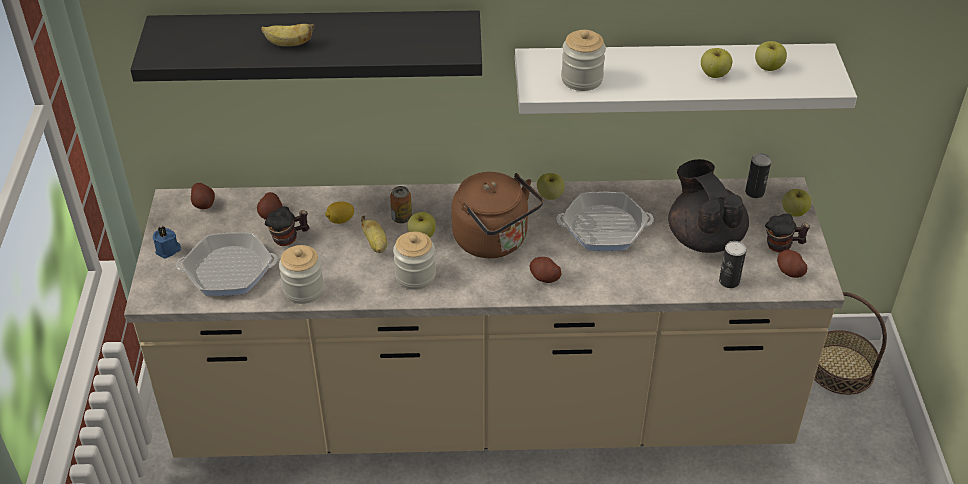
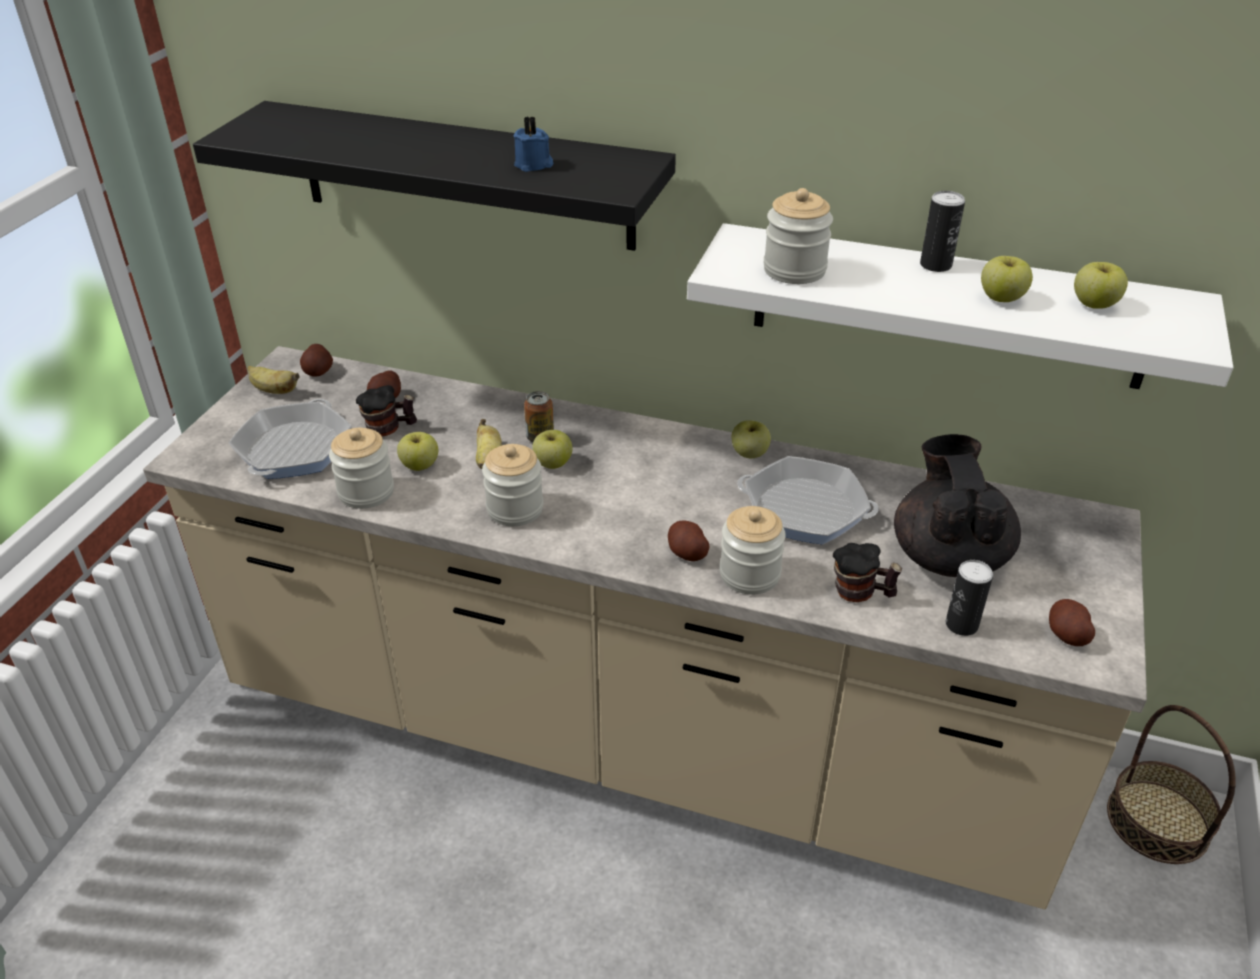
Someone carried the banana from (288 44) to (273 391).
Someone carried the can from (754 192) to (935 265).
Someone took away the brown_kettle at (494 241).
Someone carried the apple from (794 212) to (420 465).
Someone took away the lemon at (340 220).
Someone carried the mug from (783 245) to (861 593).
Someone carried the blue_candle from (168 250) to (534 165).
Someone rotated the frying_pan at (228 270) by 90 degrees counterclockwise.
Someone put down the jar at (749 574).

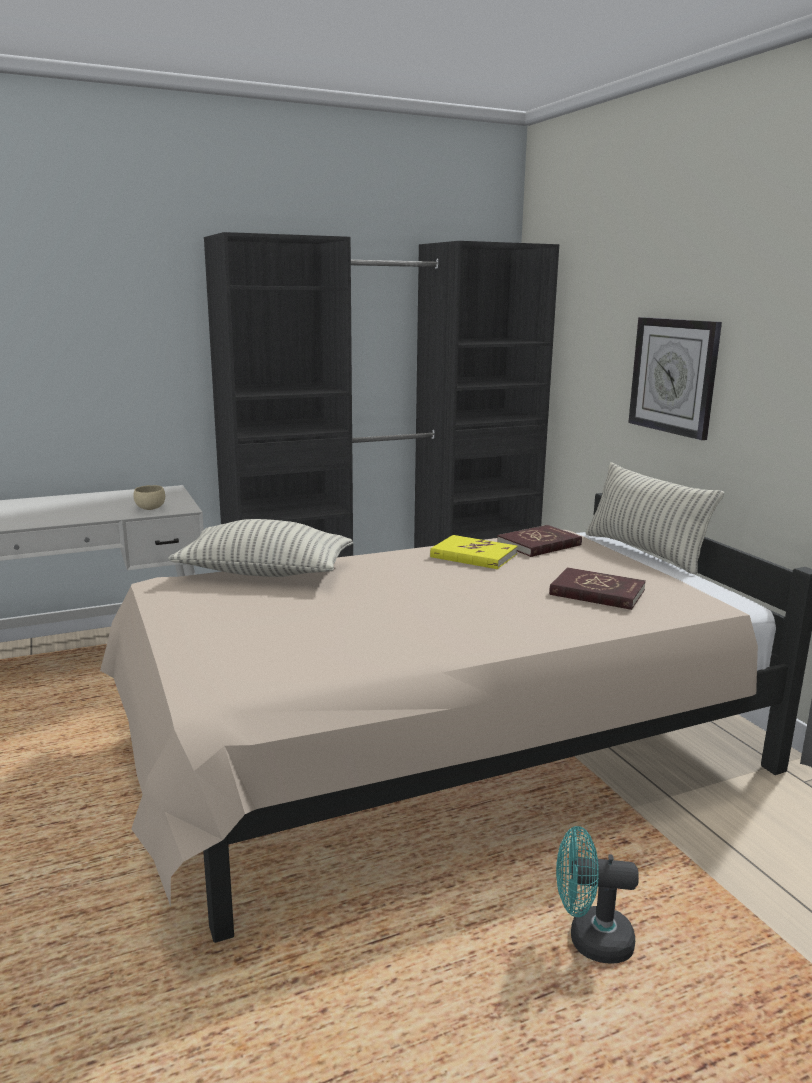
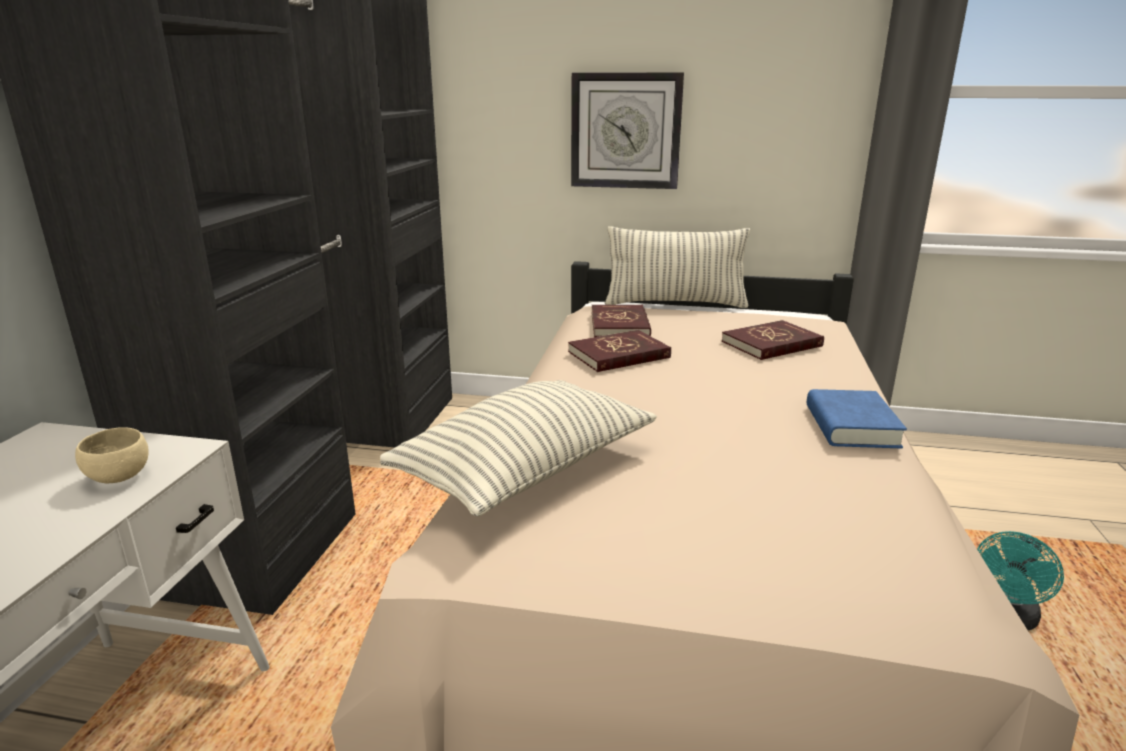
Someone repainted the yellow_book at (473 556), which became the red_book at (619 355).
Someone put down the blue_book at (851 426).

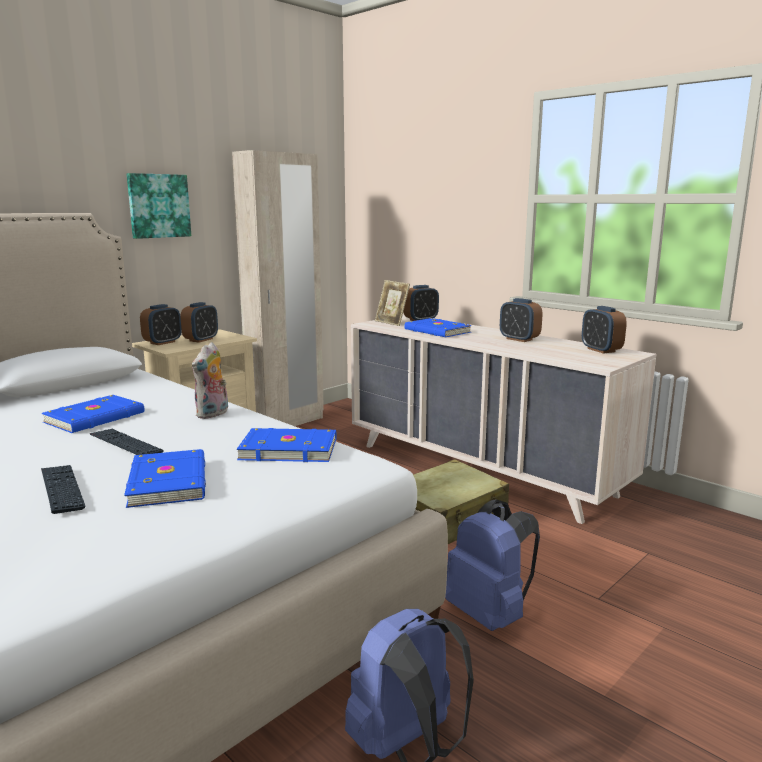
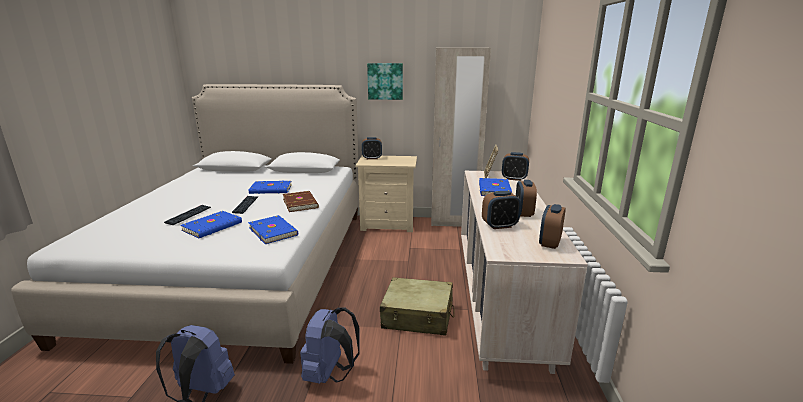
Someone carried the alarm_clock from (201 340) to (499 226).
Someone swapped the plush_toy at (213 414) for the brown_book at (301 203).

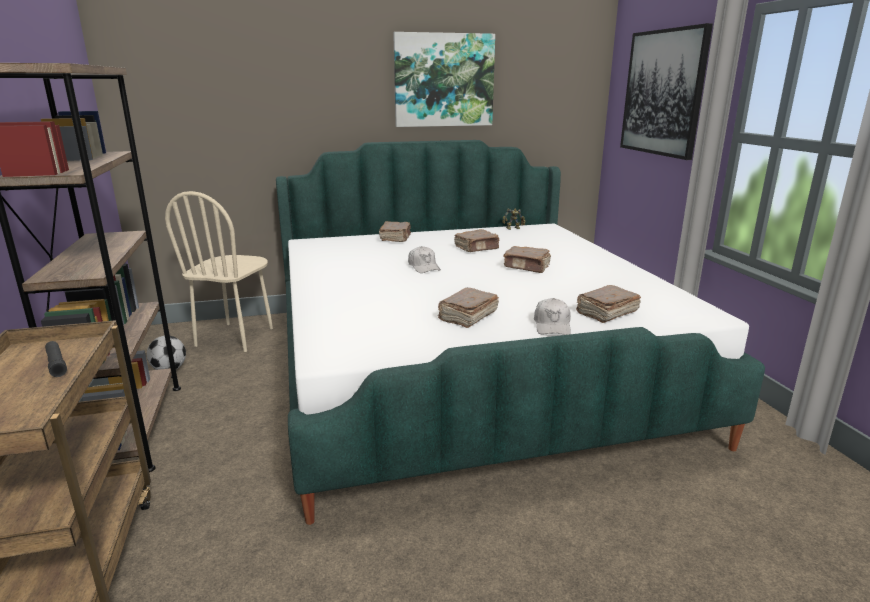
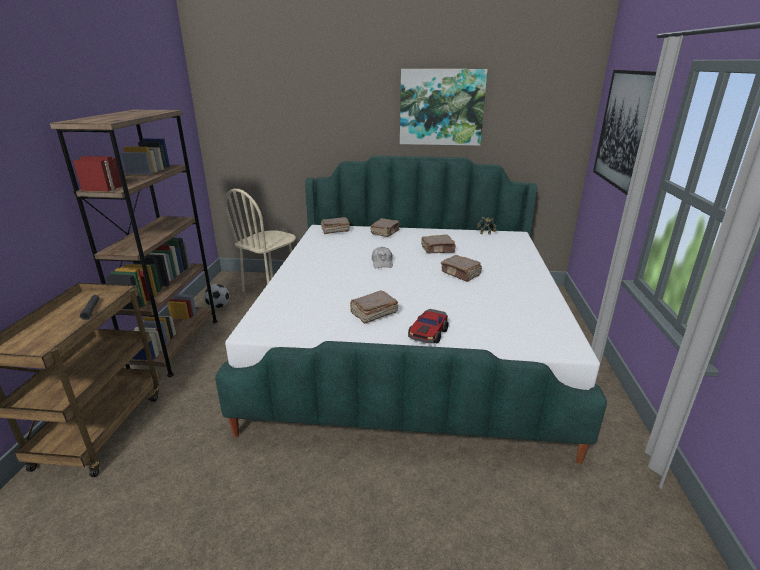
Someone carried the brown_book from (606 313) to (335 231).
Someone swapped the white_cap at (552 325) for the toy_car at (428 333).

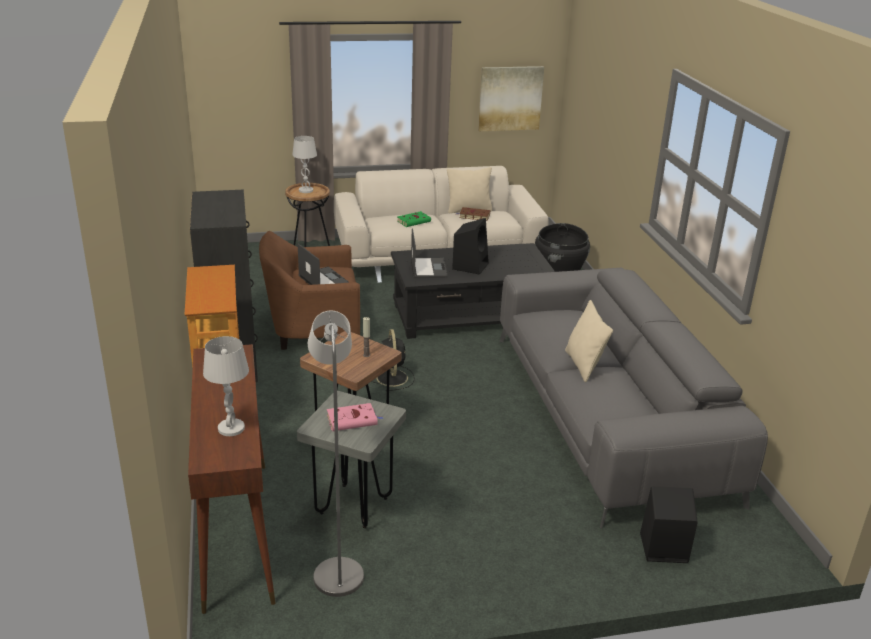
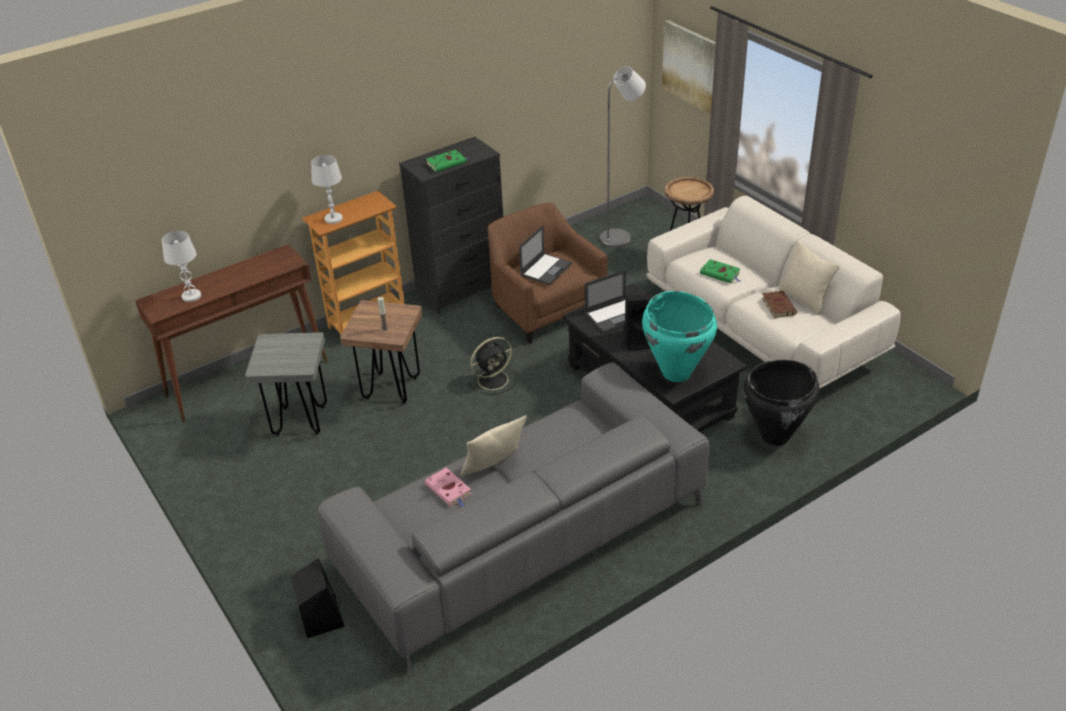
Someone carried the picture from (510 98) to (690 65).
Someone carried the white_table_lamp from (306 190) to (333 219).
Someone carried the grey_floor_lamp from (337 570) to (620 237).
Someone carried the pink_book from (353 420) to (449 490).
Someone put down the green_book at (447 163).
Someone put down the turquoise_vase at (676 373).

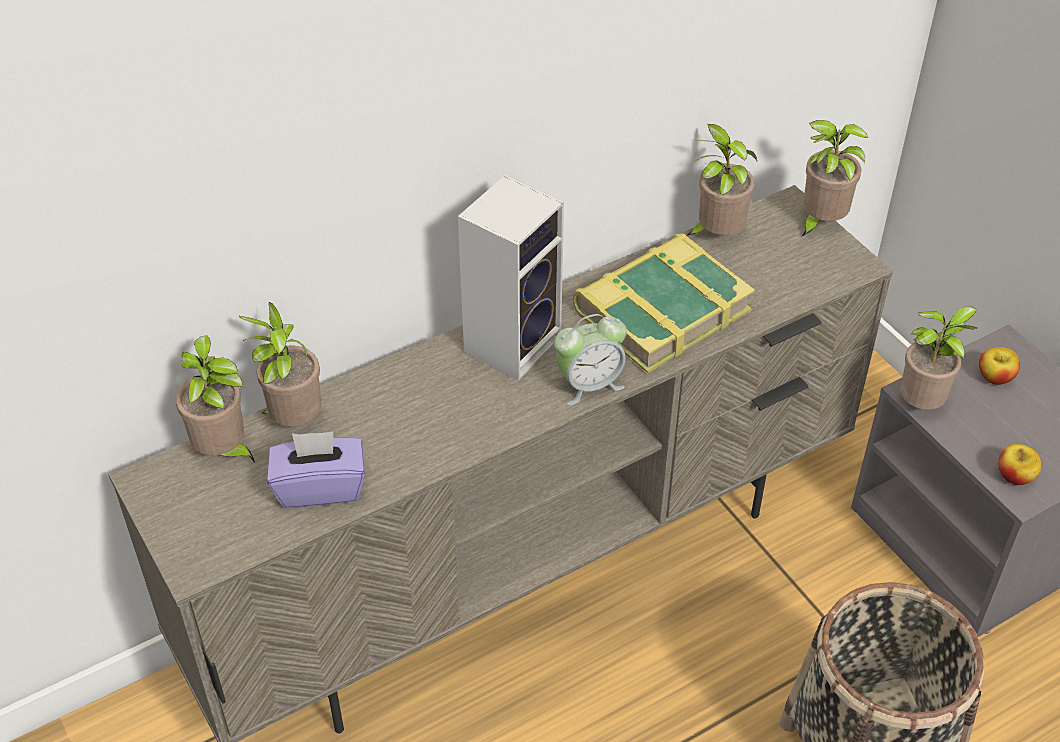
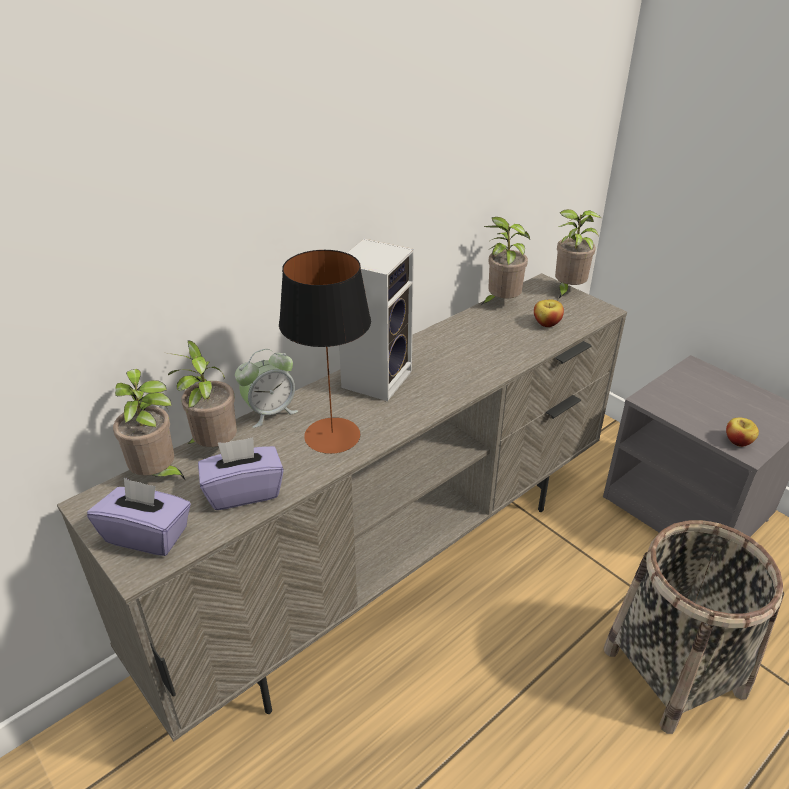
Someone took away the book at (660 310).
Someone took away the potted_plant at (923 405).
Someone carried the alarm_clock from (589 384) to (270 412).
Someone carried the apple from (995 377) to (547 323).
Someone put down the table_lamp at (332 436).
Someone put down the purple_tissue_box at (148 535).

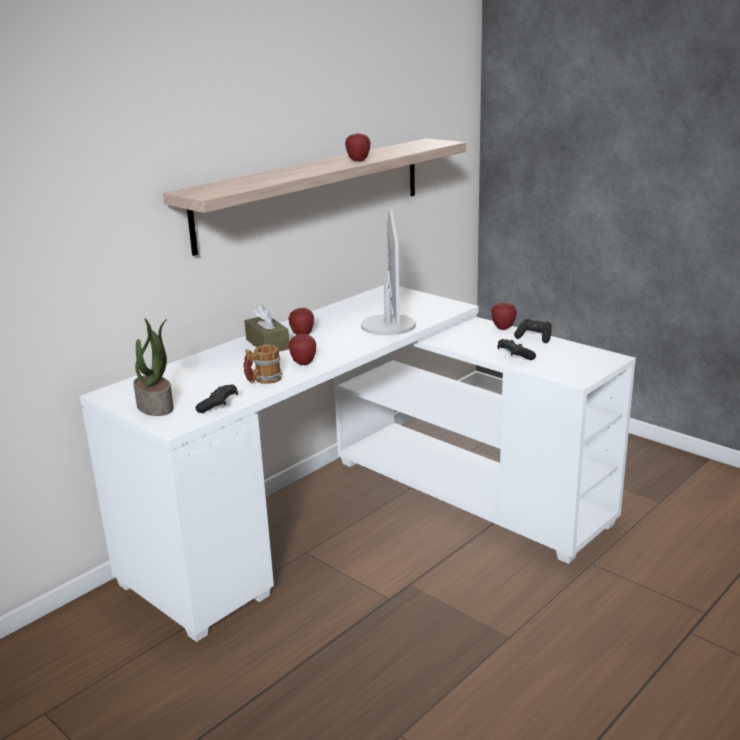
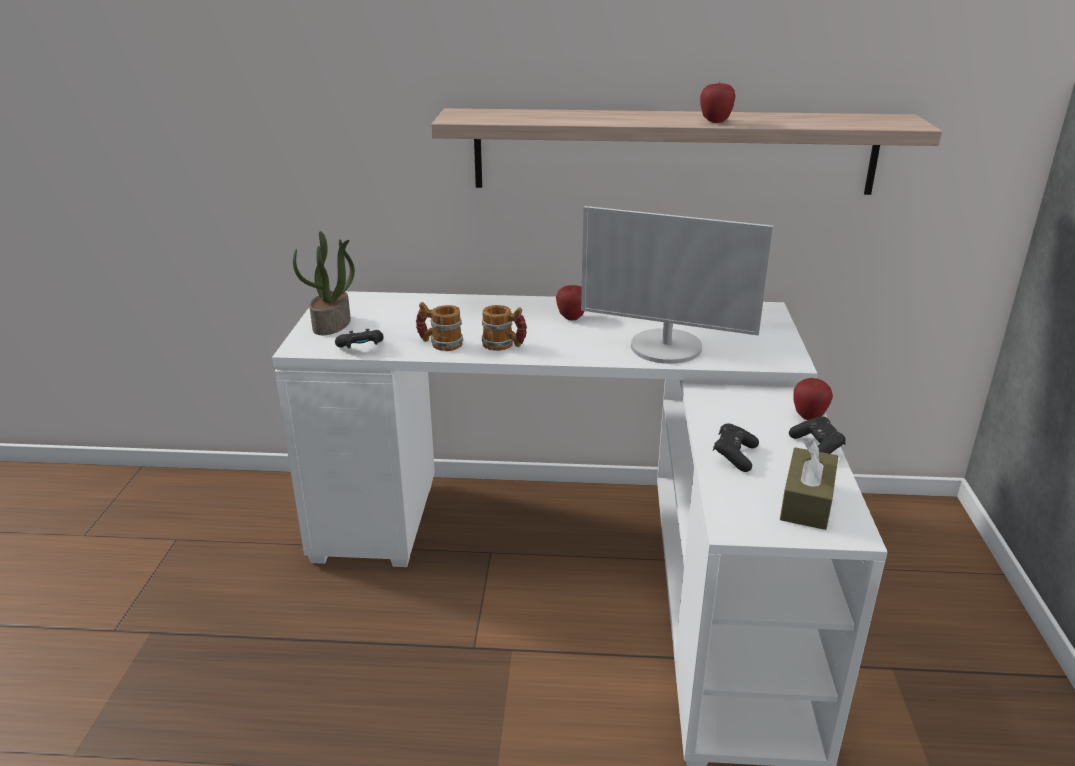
Someone rotated the monitor at (389 325) by 60 degrees clockwise.
Someone carried the brown_tissue_box from (267 344) to (807 502).
Someone swapped the apple at (303 363) for the mug at (504 345).

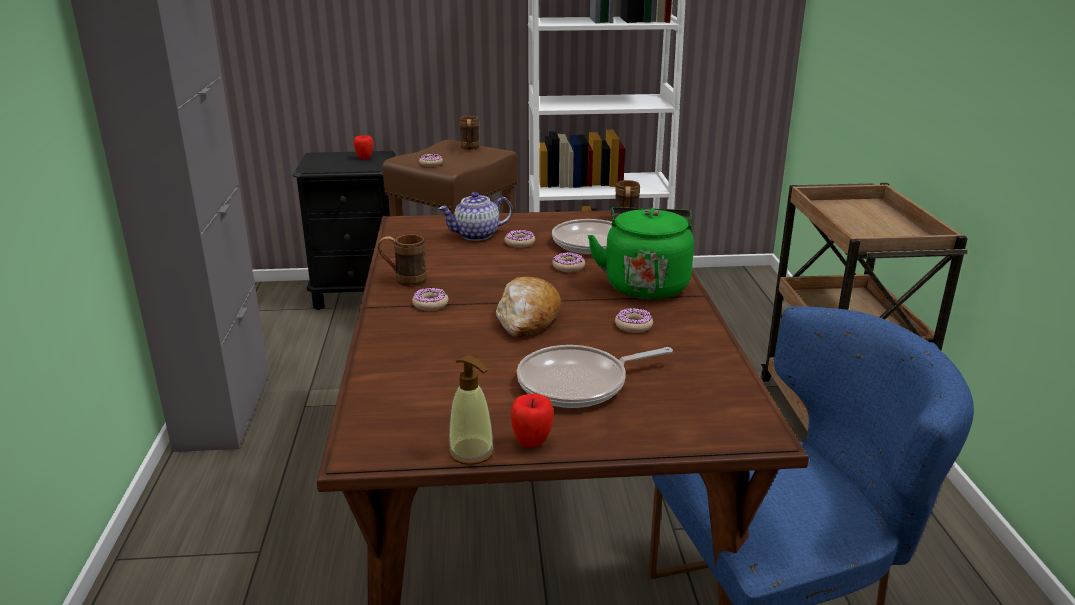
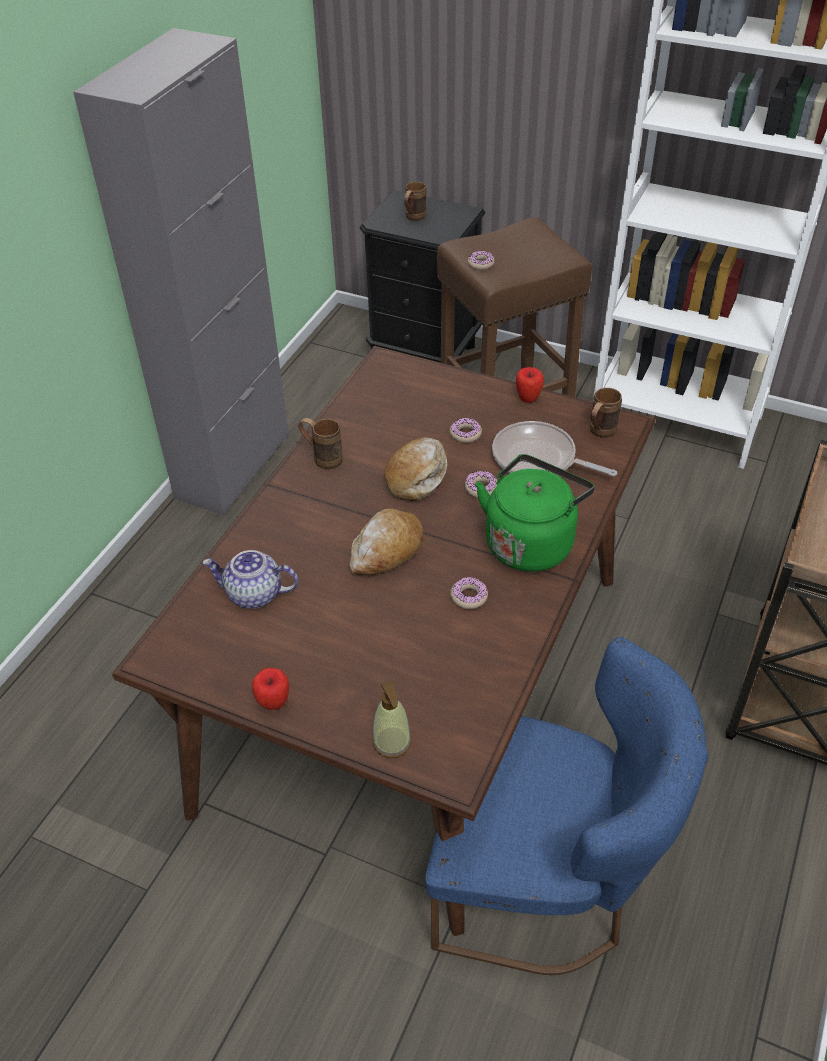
Someone carried the brown_mug from (469 148) to (413 218).
Someone carried the apple from (365 158) to (528 398).
Someone carried the teapot from (476 235) to (253 594).
Someone took away the donut at (430 304).
Someone took away the frying_pan at (578 383).
Someone carried the soap_dispenser from (471 452) to (392 742).
Someone put down the bread at (417 476).

